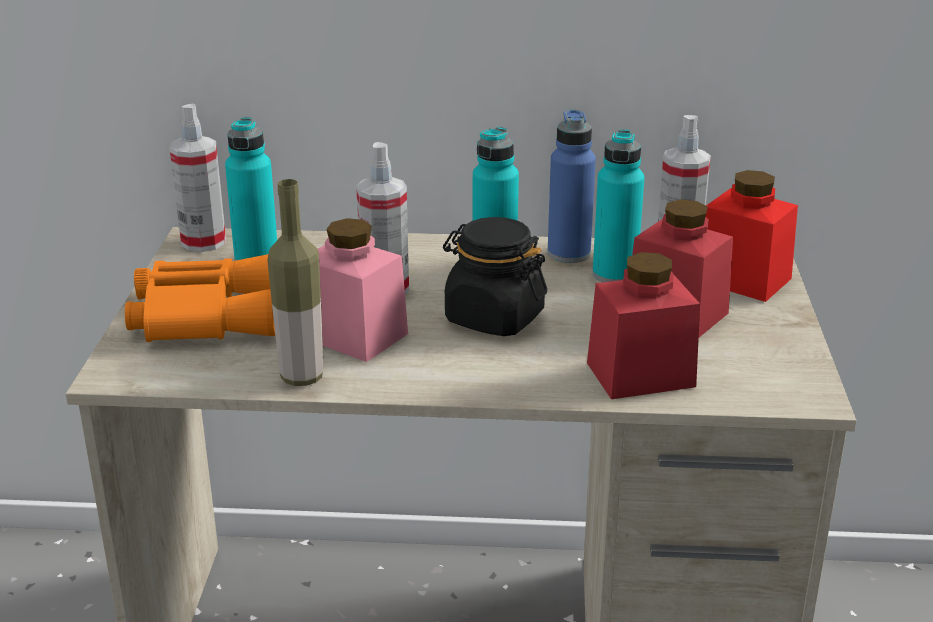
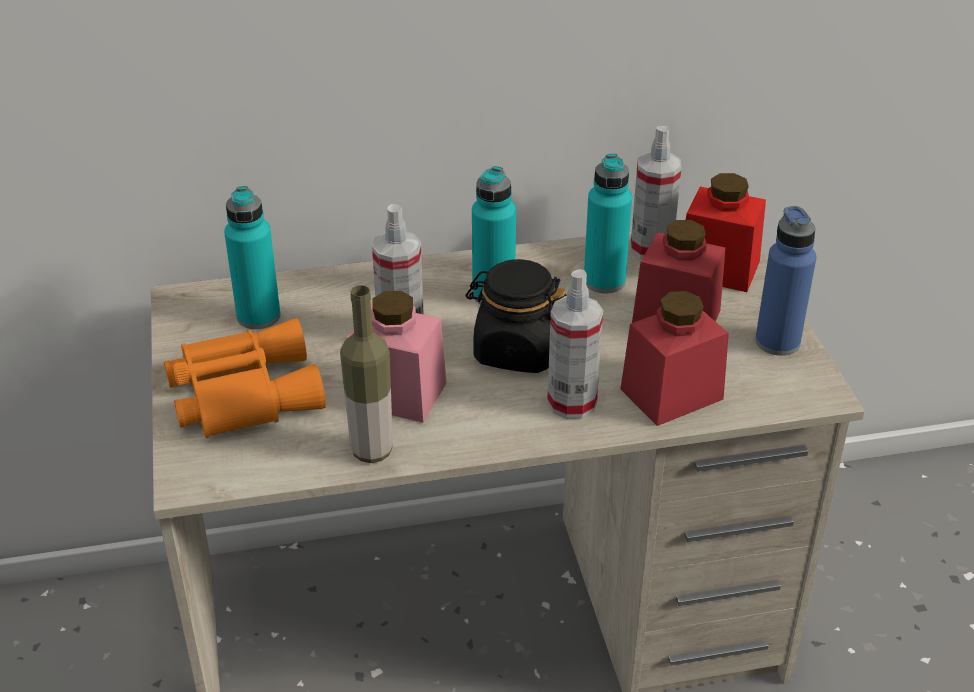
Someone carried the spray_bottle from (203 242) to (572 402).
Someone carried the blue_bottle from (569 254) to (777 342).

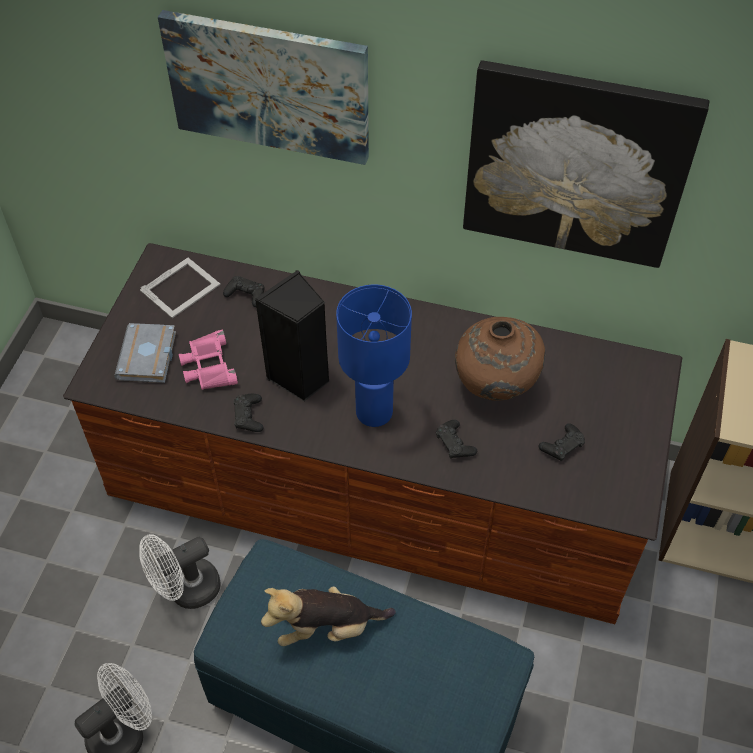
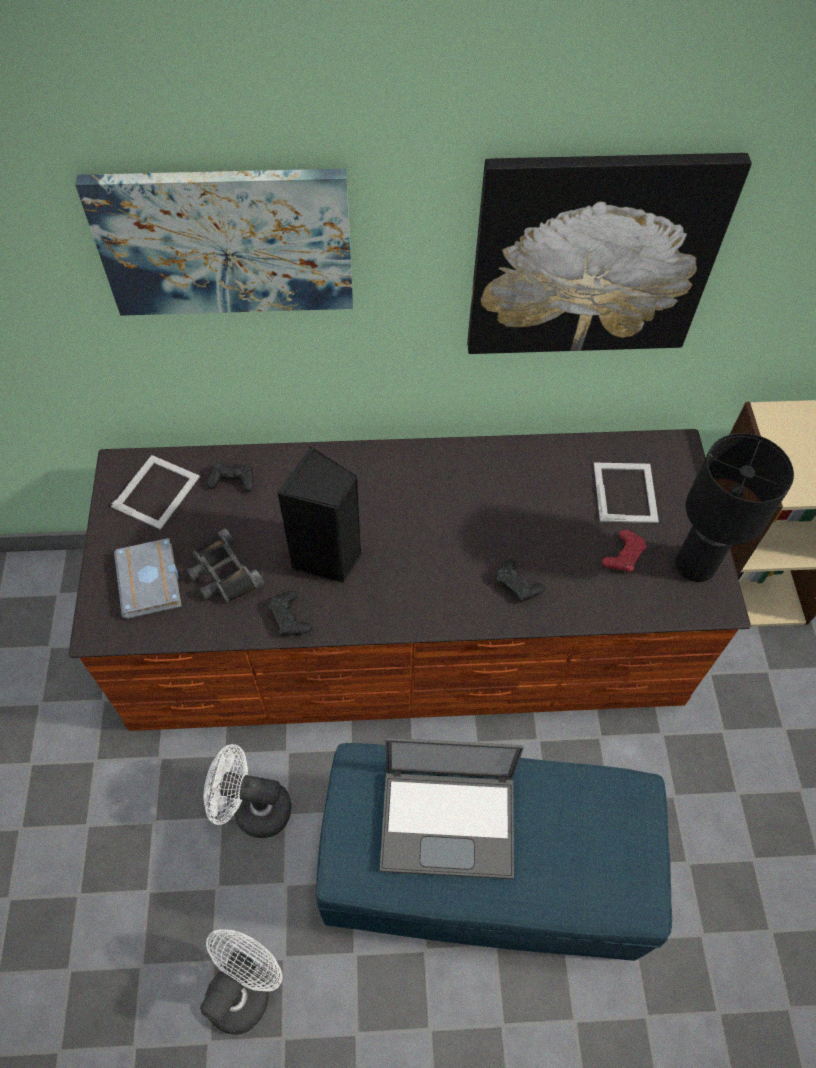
Someone took away the blue_table_lamp at (375 412).
Someone took away the brown_vase at (494 387).
Someone repainted the pink_binoculars at (208 366), which became the black_binoculars at (222 573).
Someone repainted the black_game_controller at (562 446), which became the red_game_controller at (623 555).
Someone rotated the white_fan at (186 590) by 60 degrees clockwise.
Someone swapped the plush_toy at (327 628) for the laptop at (450 821).
Someone put down the black_table_lamp at (695 566).
Someone put down the picture_frame at (625 491).

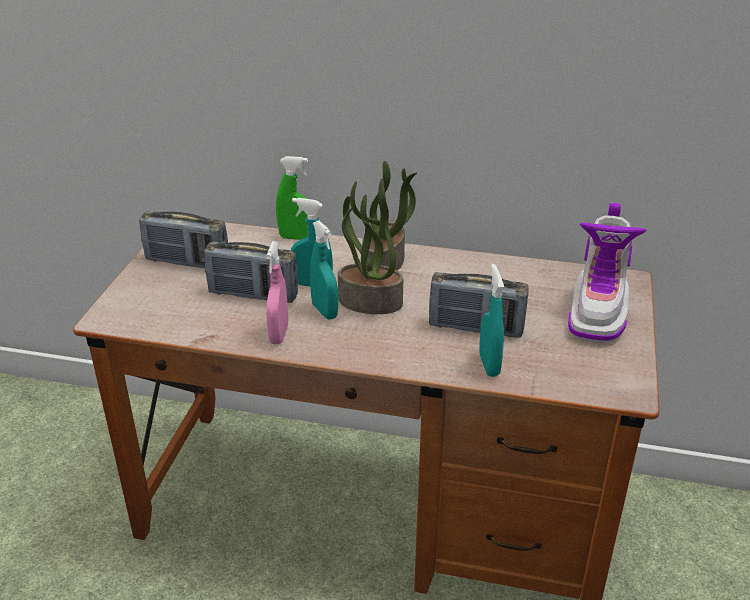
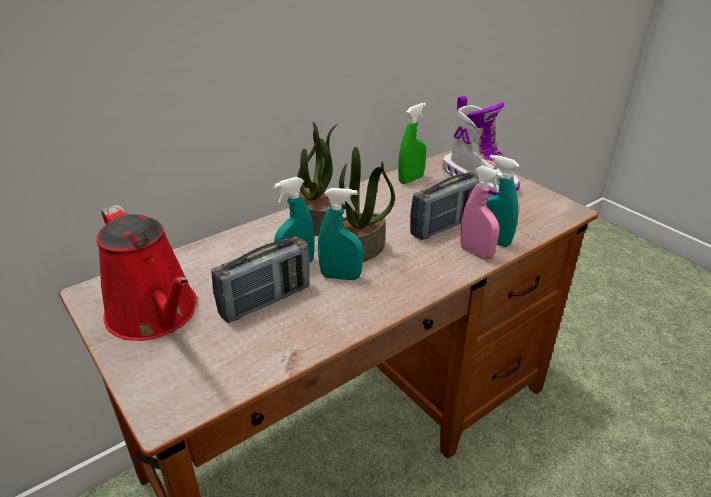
Someone carried the green_spray_bottle from (297 238) to (411 179).
Someone swapped the radio at (187 262) for the red_watering_can at (156 315).
Someone carried the pink_spray_bottle from (279 334) to (476 253).

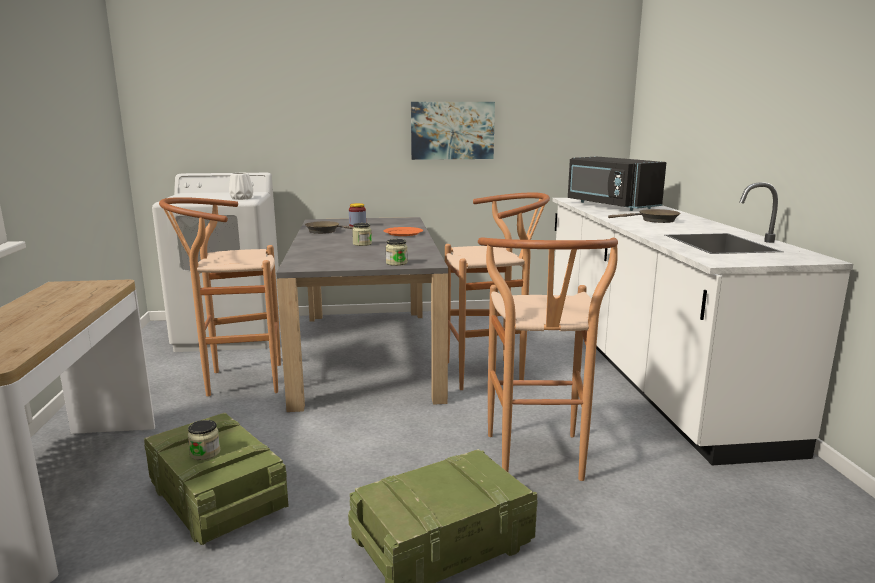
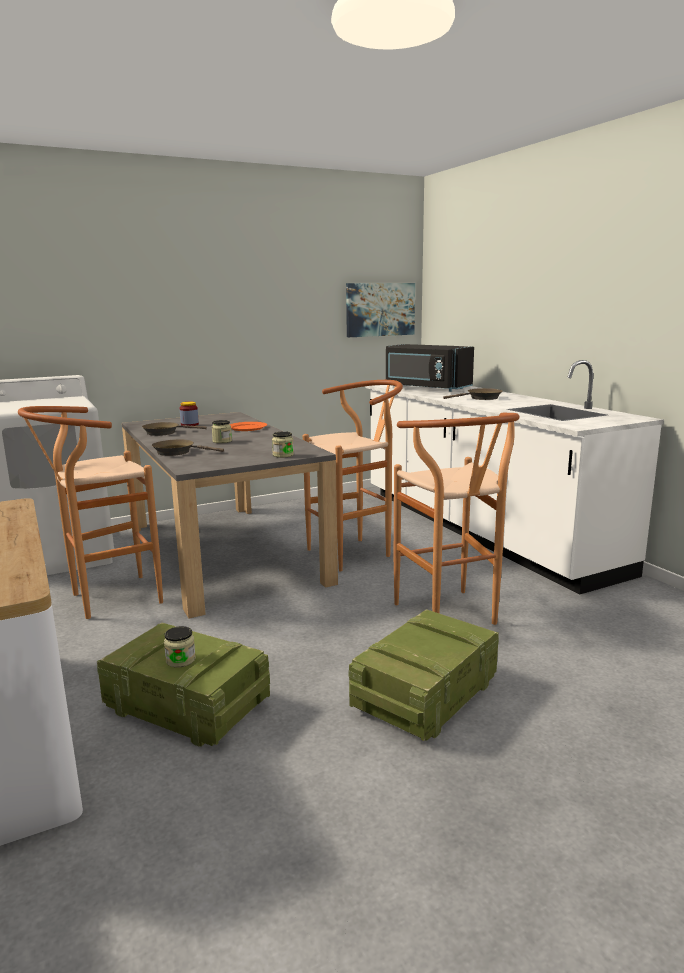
Someone carried the picture from (452 130) to (380 309).
Someone took away the white_vase at (242 198).
Someone put down the brown_frying_pan at (177 452).

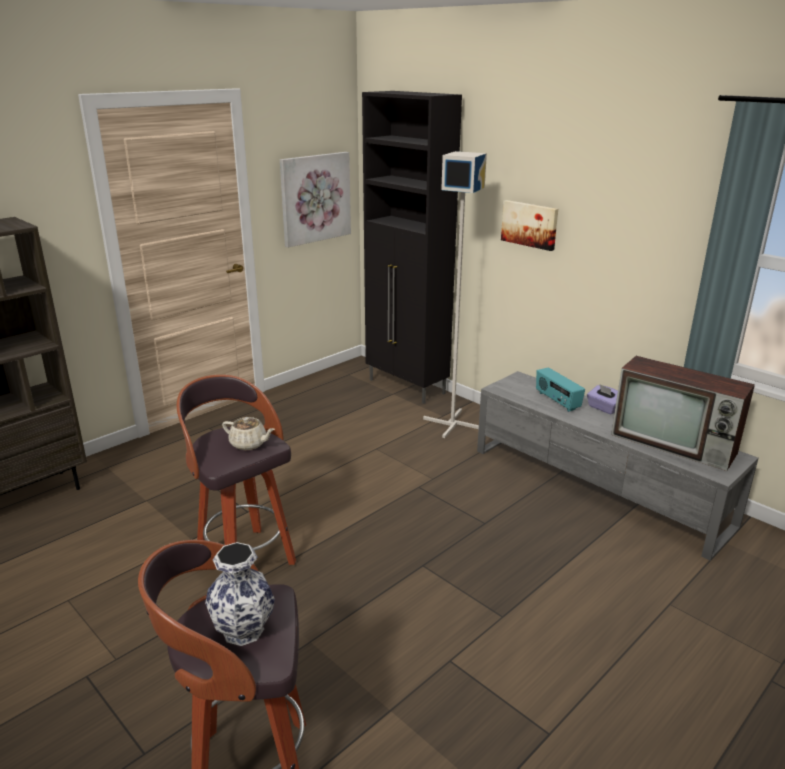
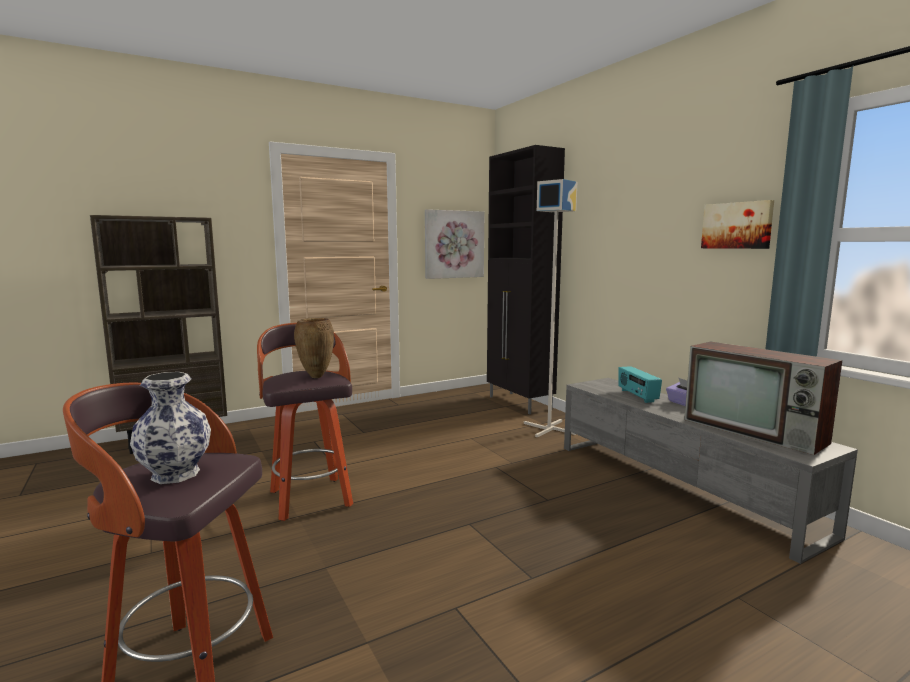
Someone carried the picture from (530 224) to (737 225).
Someone swapped the beige_teapot at (249 444) for the brown_vase at (315 377).

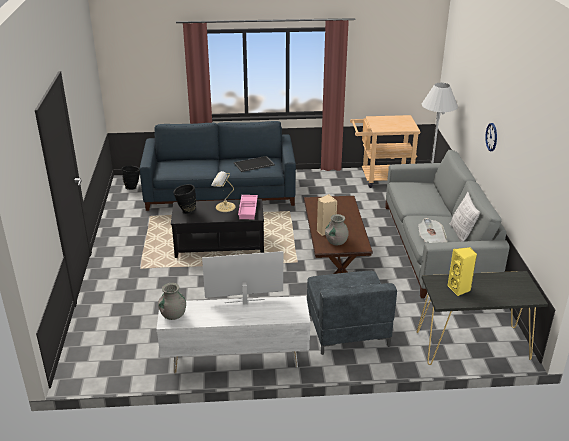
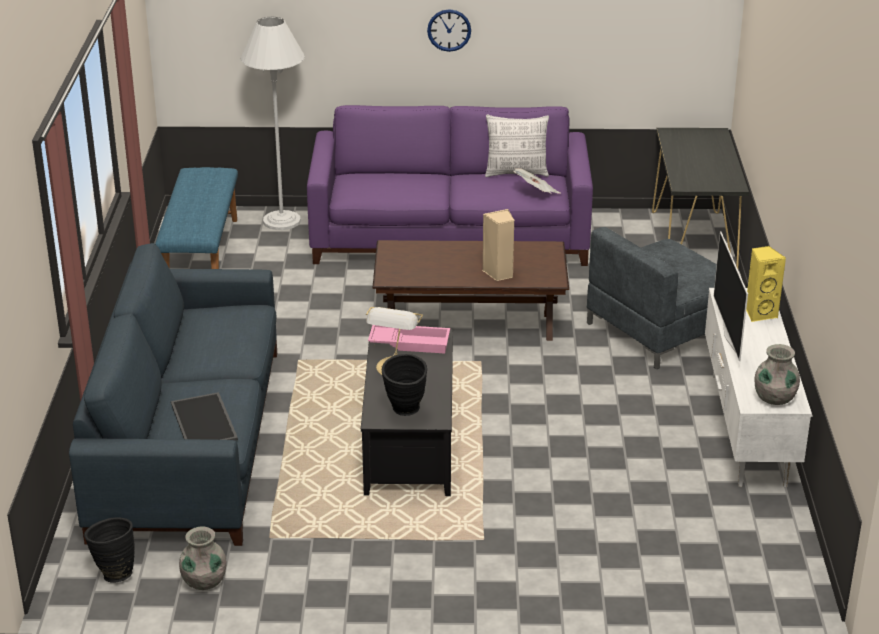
Someone swapped the beige_cart at (381 178) for the blue_bench at (201 256).
Someone repainted the grey_sofa at (435 247), which became the purple_sofa at (451 236).
Someone carried the tray from (254 164) to (205 421).
Someone carried the grey_vase from (336 242) to (204 582).
Someone carried the yellow_speaker from (459 289) to (759 313).
Someone rotated the grey_armchair at (347 327) by 150 degrees clockwise.

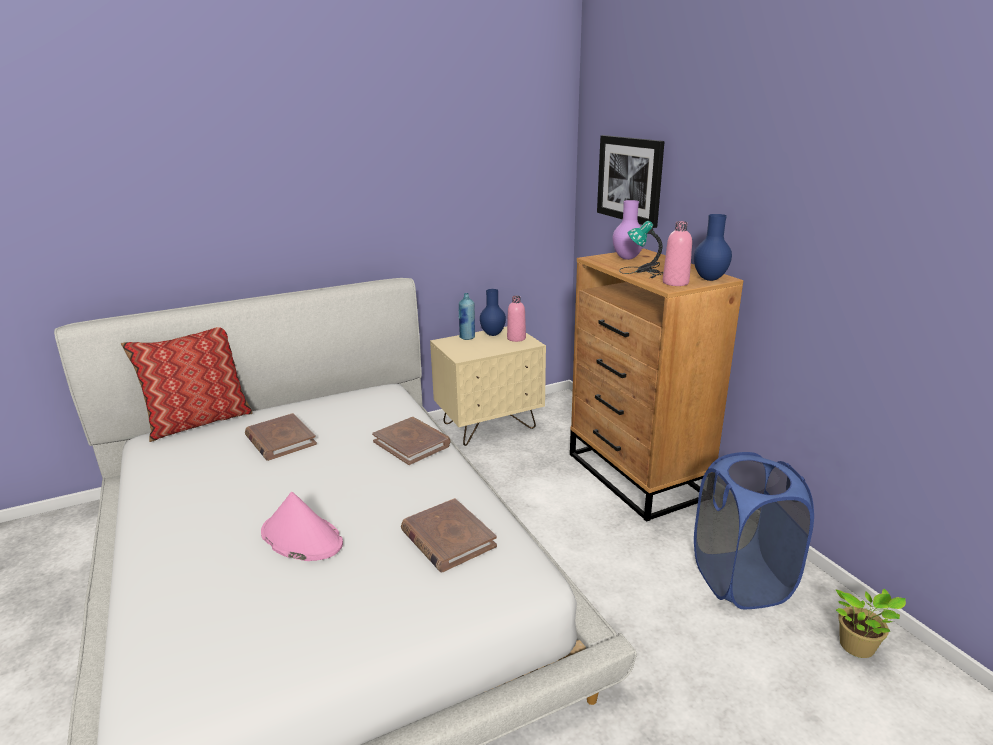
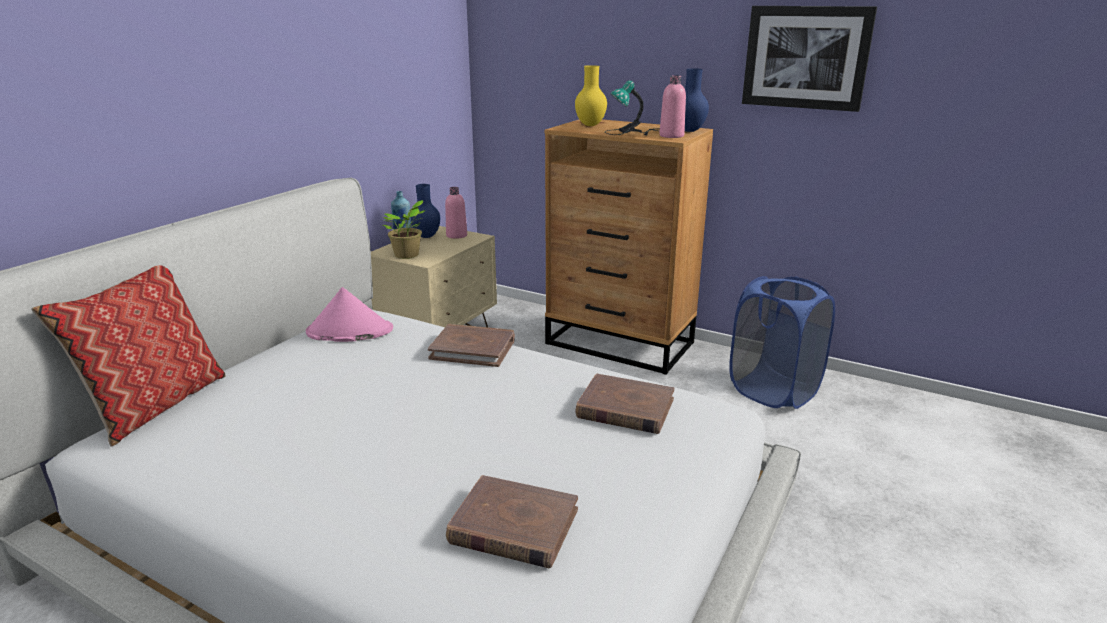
Someone carried the picture from (630 179) to (805 57).
Someone repainted the purple_vase at (626 258), which became the yellow_vase at (590 125).
Someone carried the brown_book from (280 440) to (513 526).
Someone carried the pink_hat from (301 538) to (349 331).
Someone carried the potted_plant from (858 648) to (408 255).

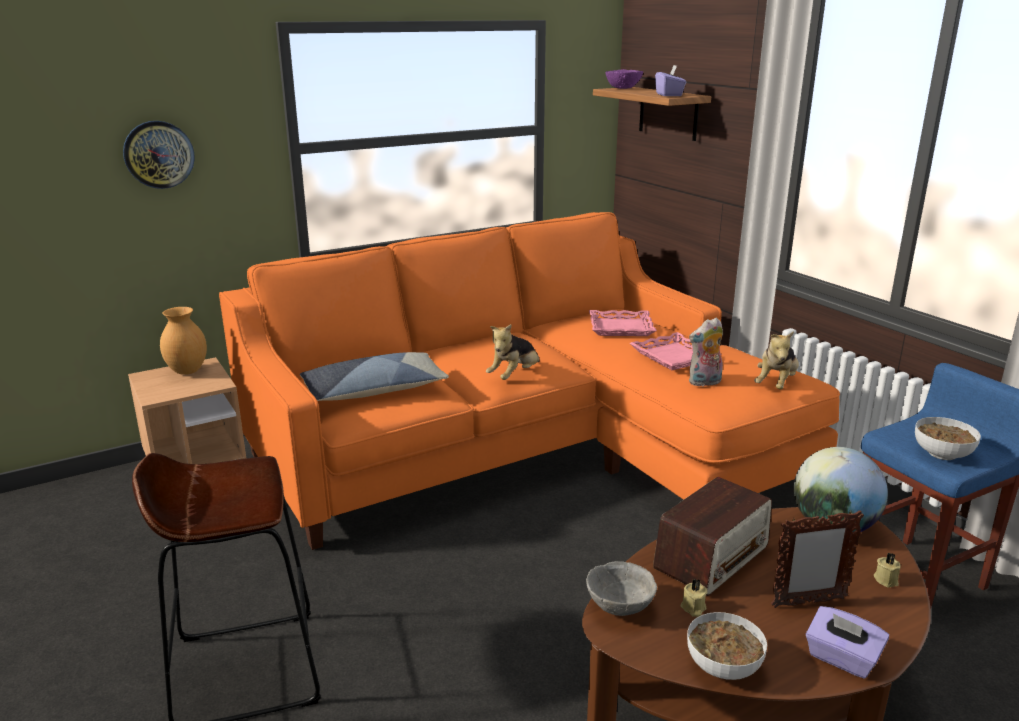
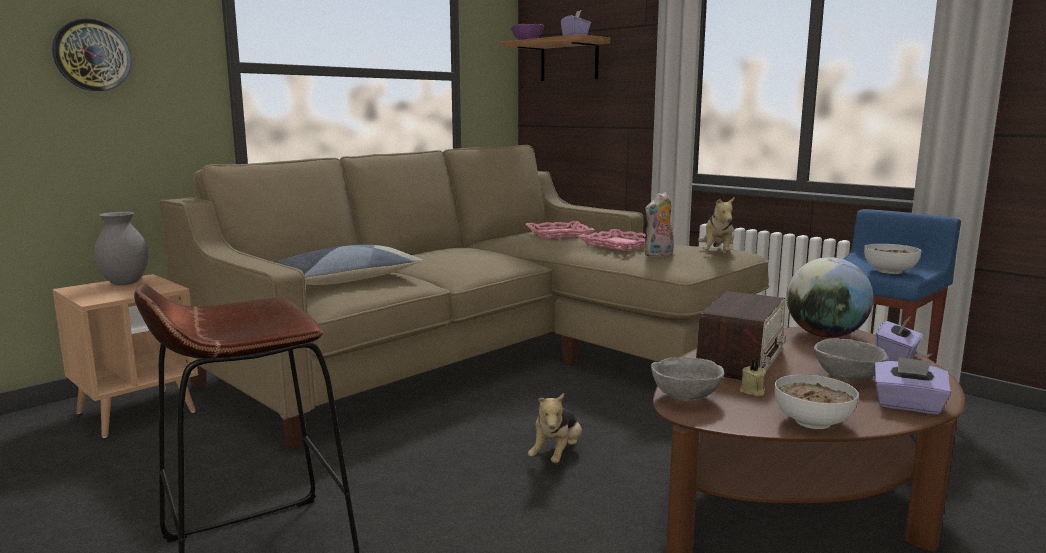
Someone repainted the orange_sofa at (529 450), which became the beige_sofa at (484 356).
Someone repainted the brown_vase at (186 371), which became the grey_vase at (124 283).
Someone carried the plush_toy from (514 376) to (557 455).
Someone swapped the picture_frame at (808 602) for the grey_bowl at (847 377).
Someone swapped the beige_candle at (886 579) for the purple_tissue_box at (896 358).

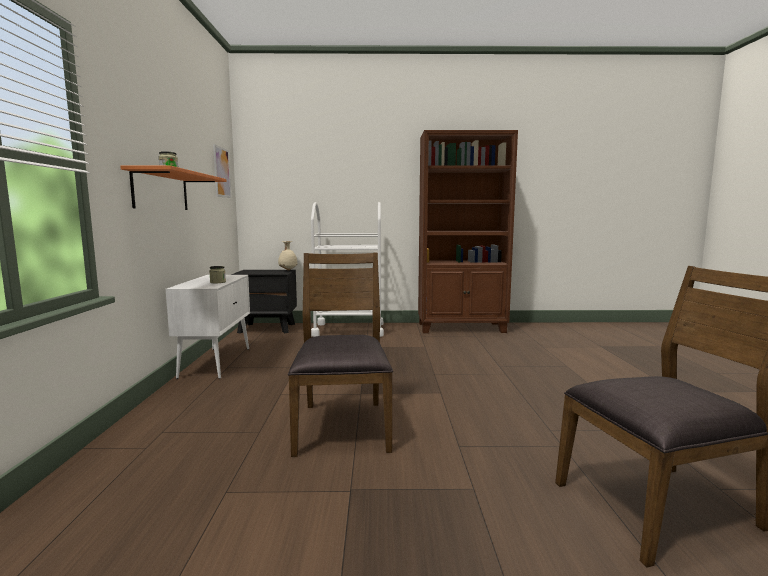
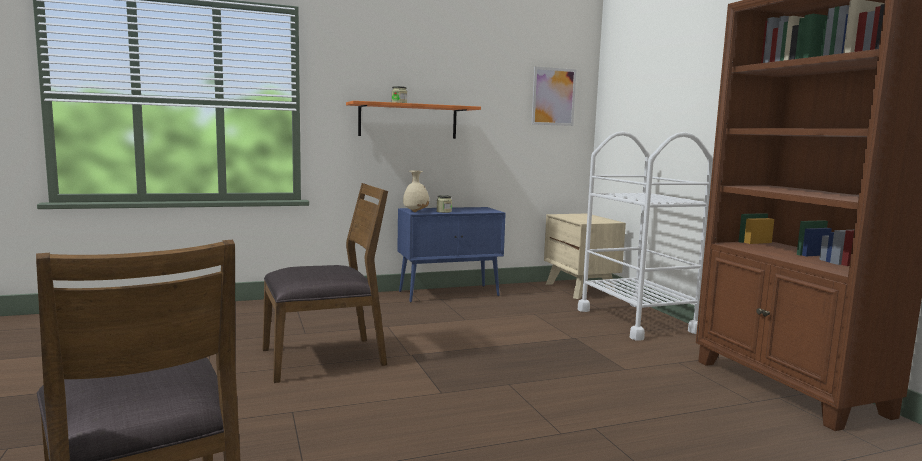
Someone carried the beige_vase from (287 270) to (416 211).
Someone repainted the black_nightstand at (267 328), which became the beige_nightstand at (580 289).
Someone repainted the white_cabinet at (216 362), which became the blue_cabinet at (450 293).

